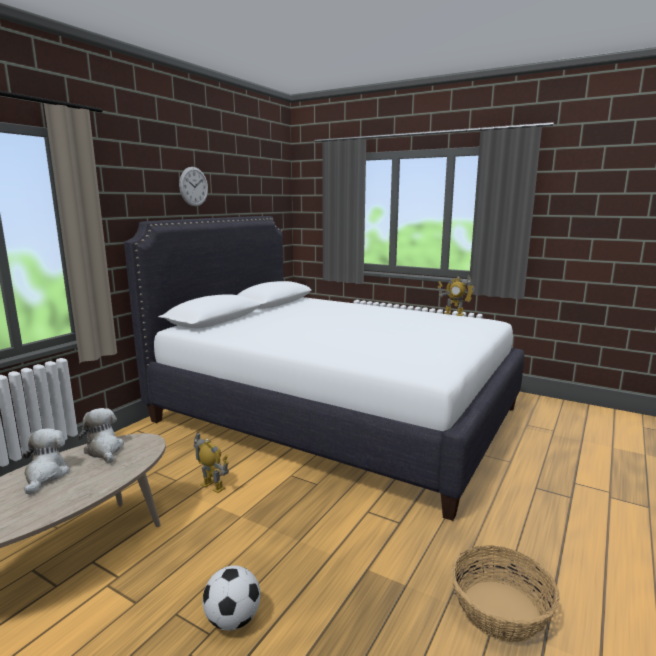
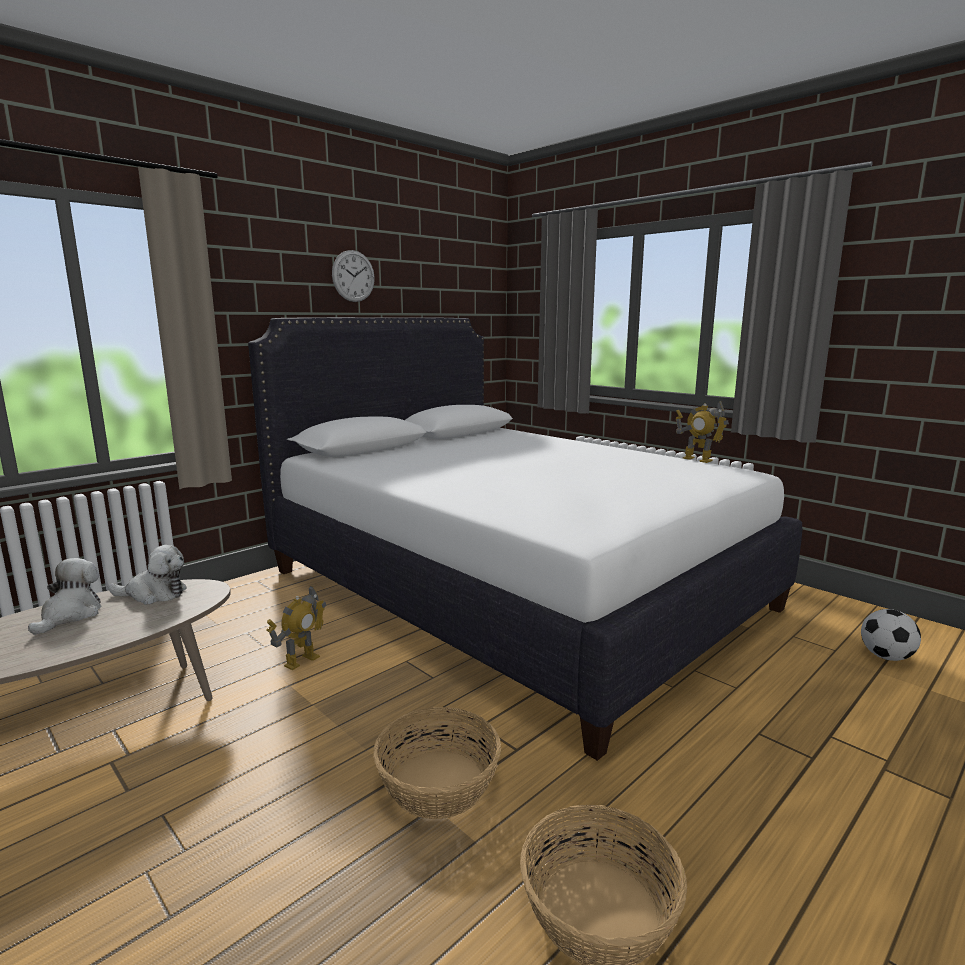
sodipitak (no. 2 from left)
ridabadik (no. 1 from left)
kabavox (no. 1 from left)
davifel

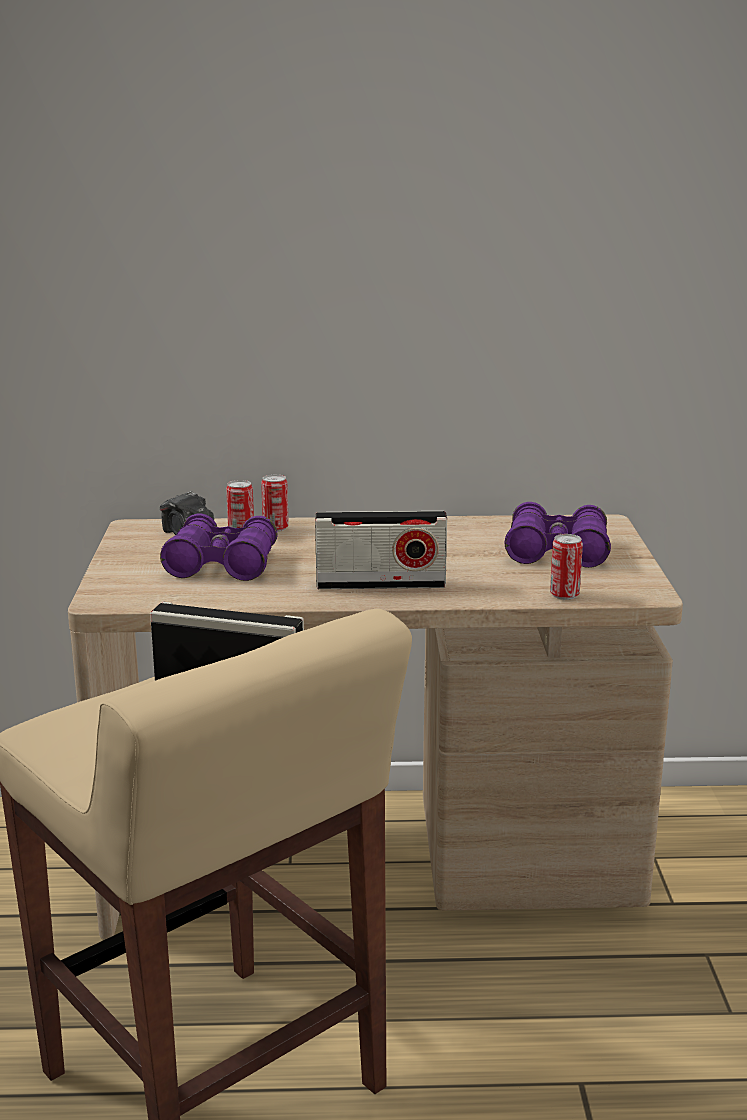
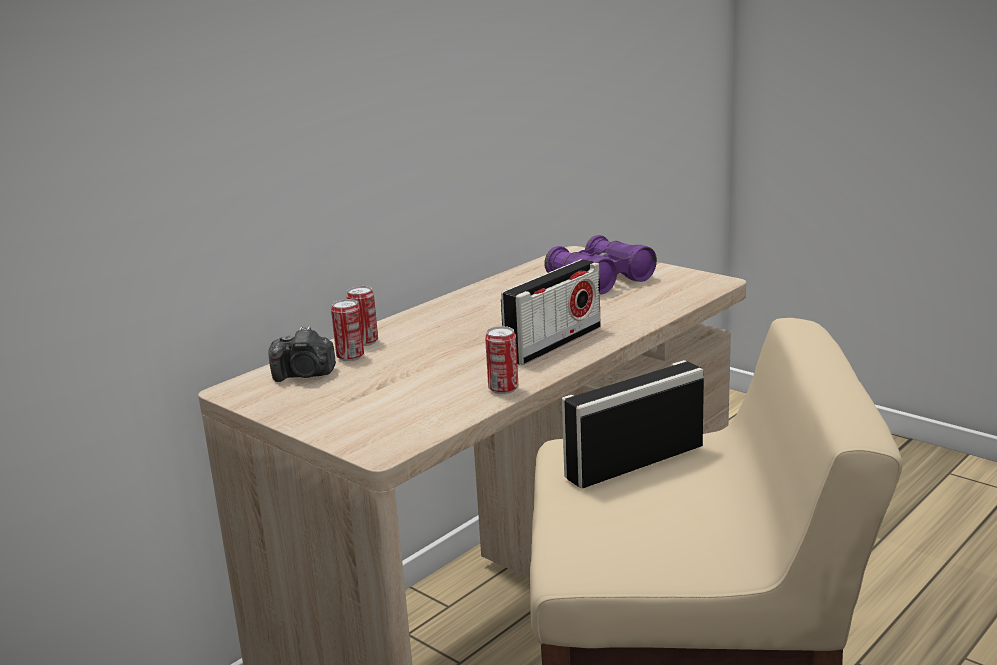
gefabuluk (no. 3 from left)
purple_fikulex (no. 1 from left in the first image)

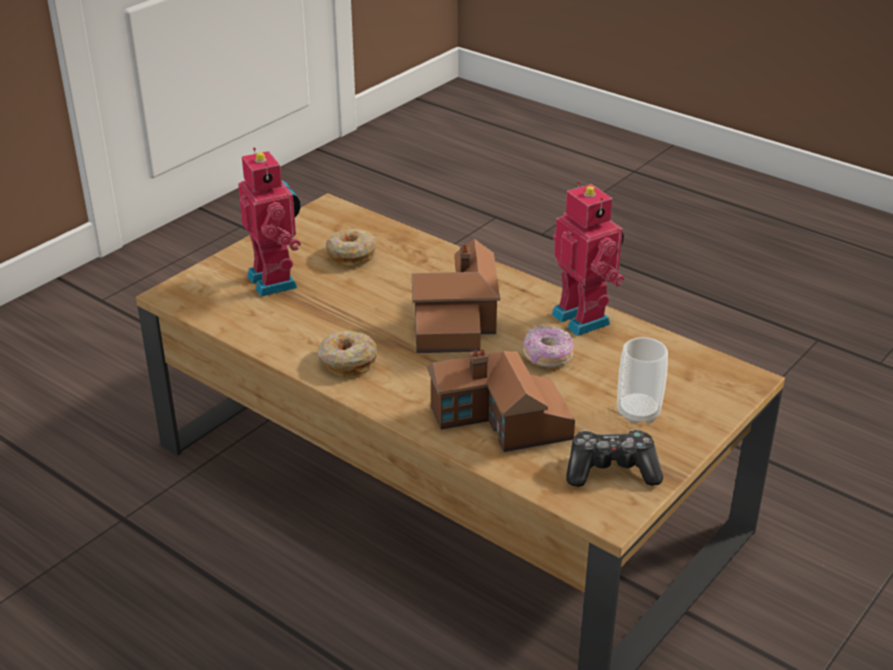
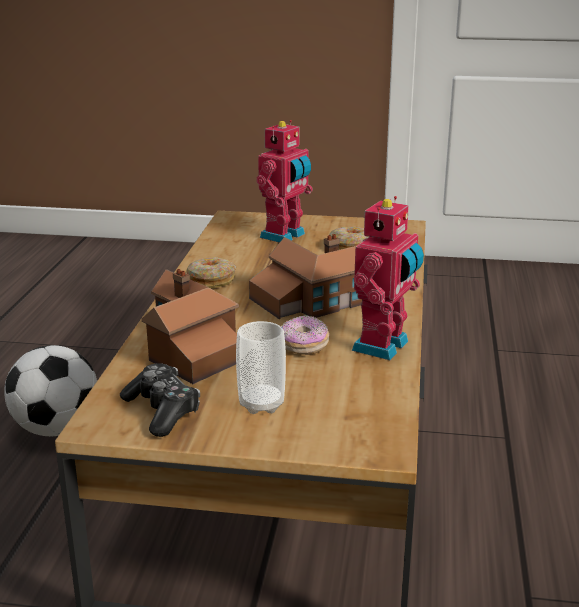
davifel

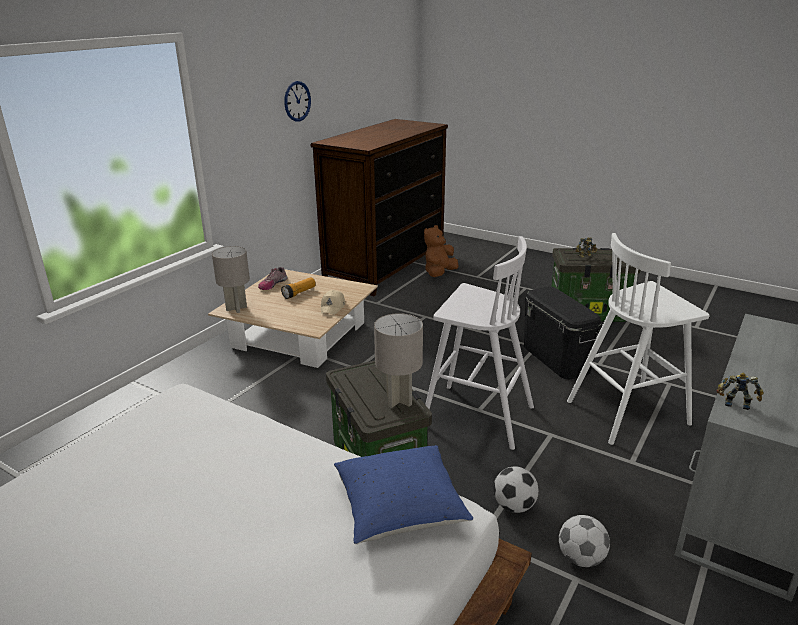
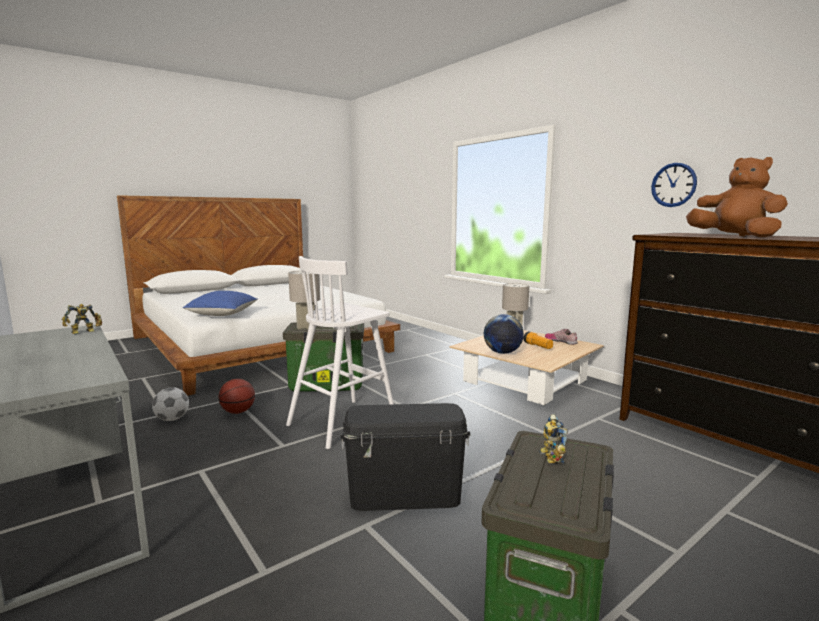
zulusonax
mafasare
brown_sodipitak
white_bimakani (no. 2 from left in the first image)

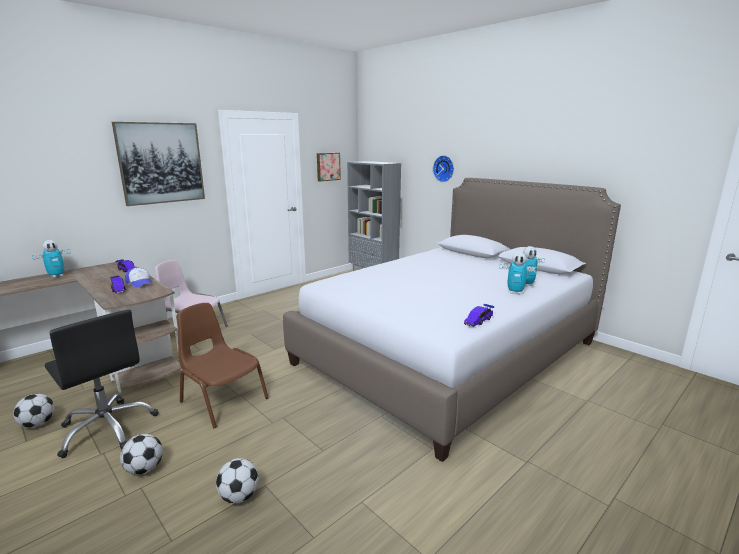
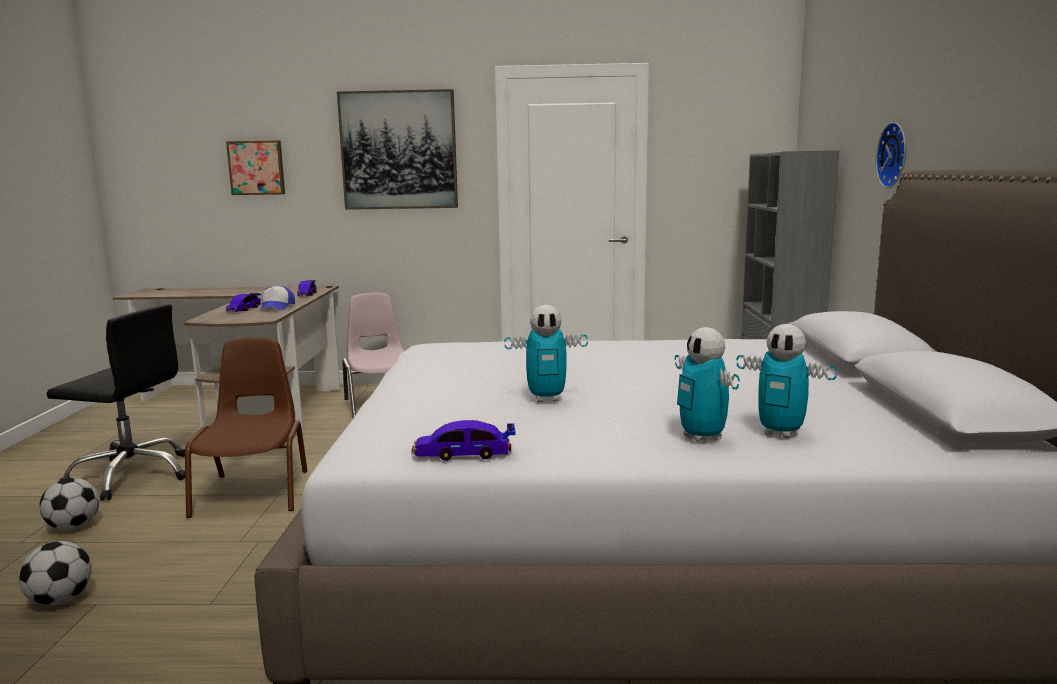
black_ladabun
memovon (no. 1 from left)
ridabadik (no. 1 from left)
davifel (no. 1 from left in the first image)

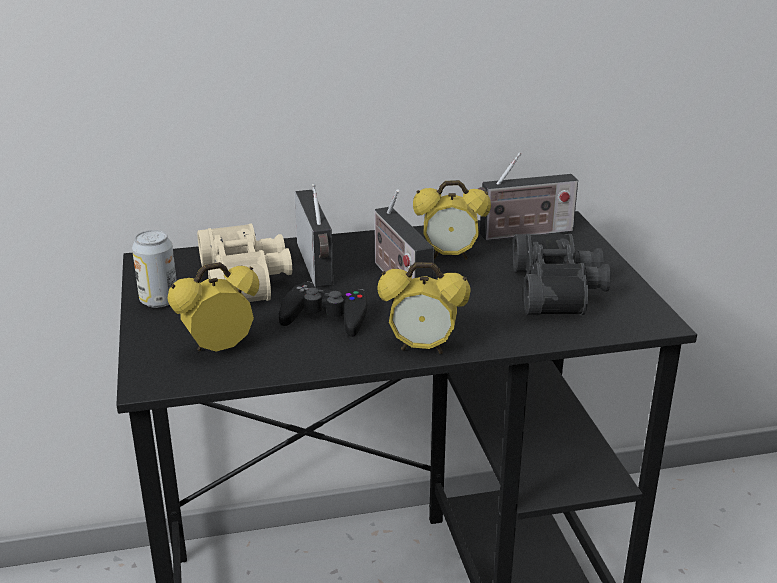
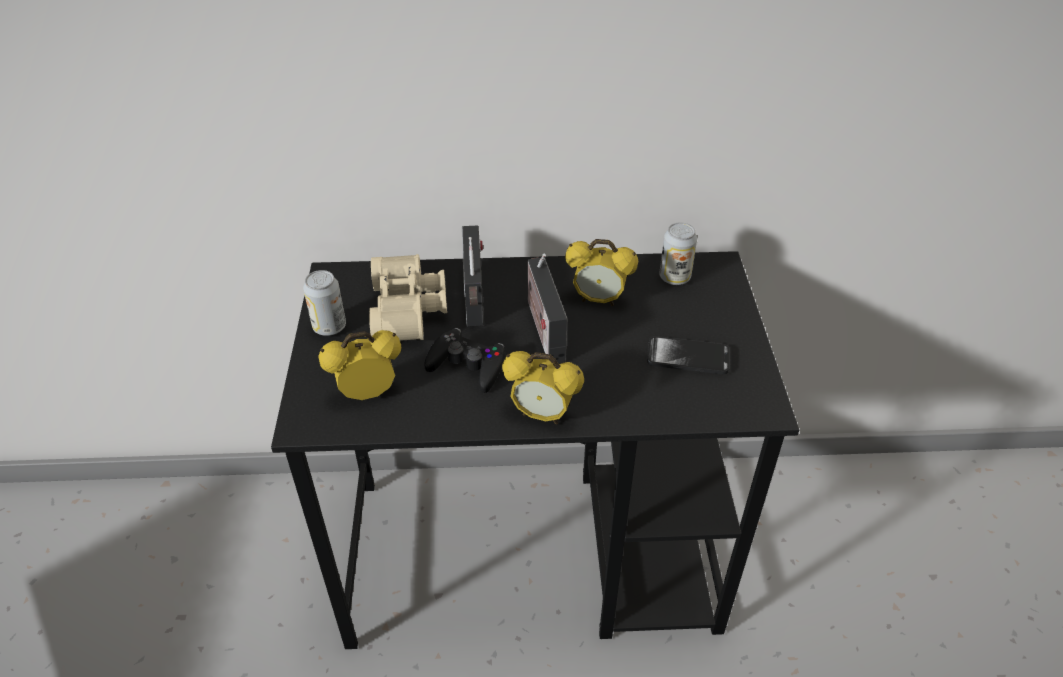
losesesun
gefabuluk (no. 2 from left)

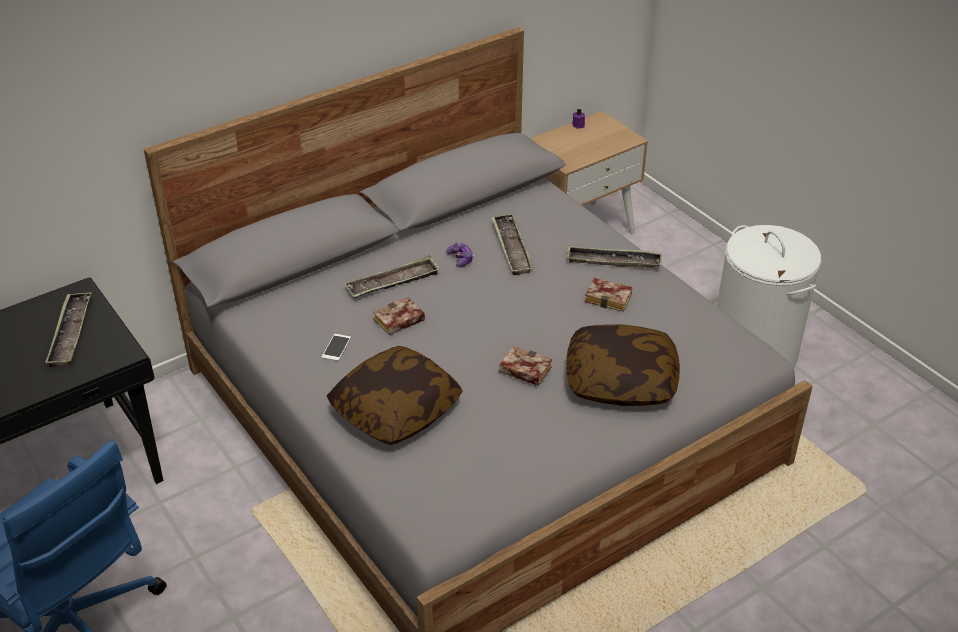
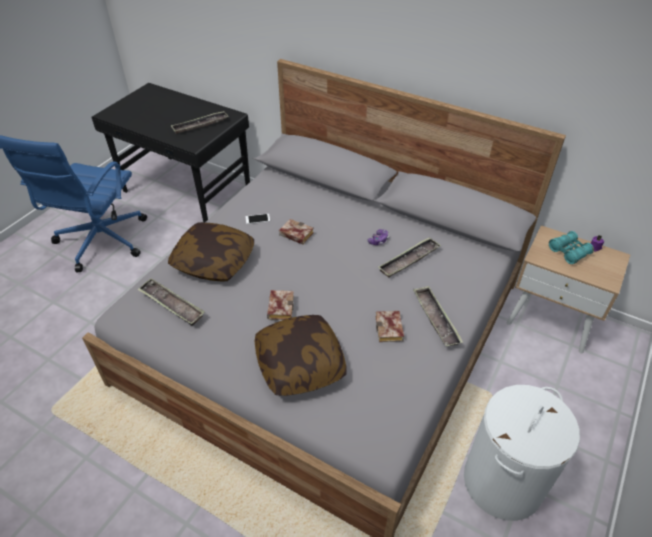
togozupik (no. 1 from left)
turquoise_fikulex

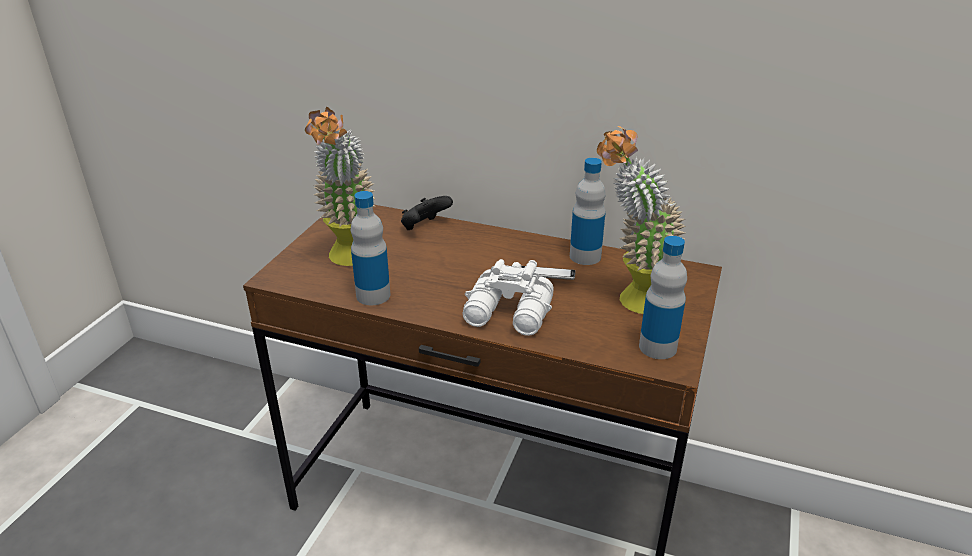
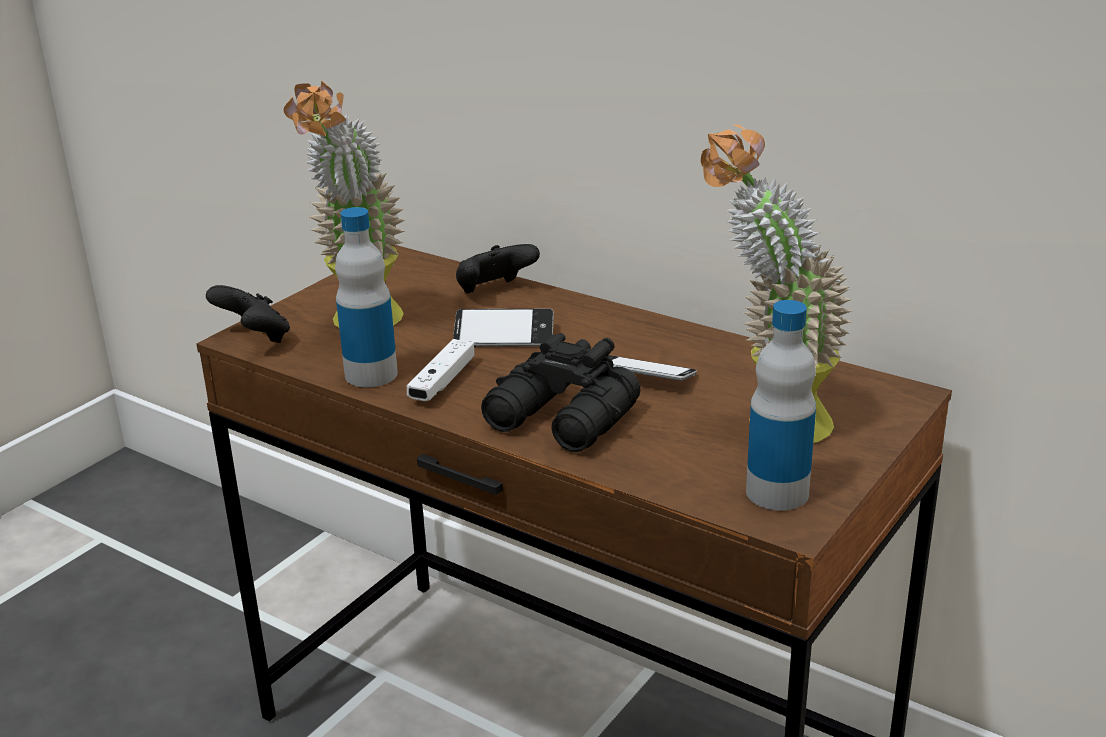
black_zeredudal (no. 1 from left)
white_zeredudal
losesesun (no. 1 from left)
black_fikulex
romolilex (no. 2 from left in the first image)

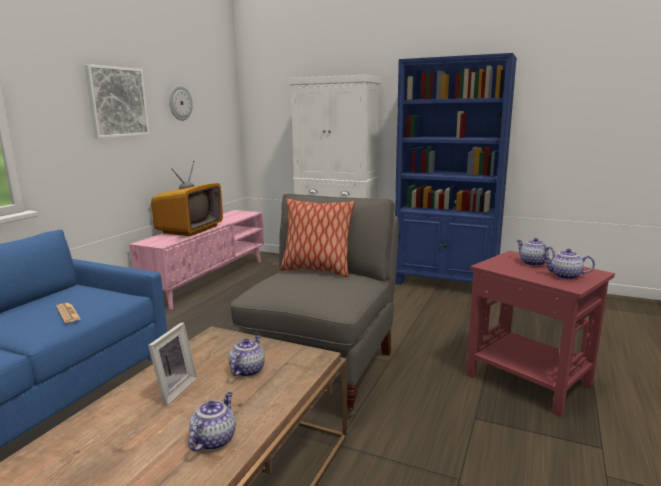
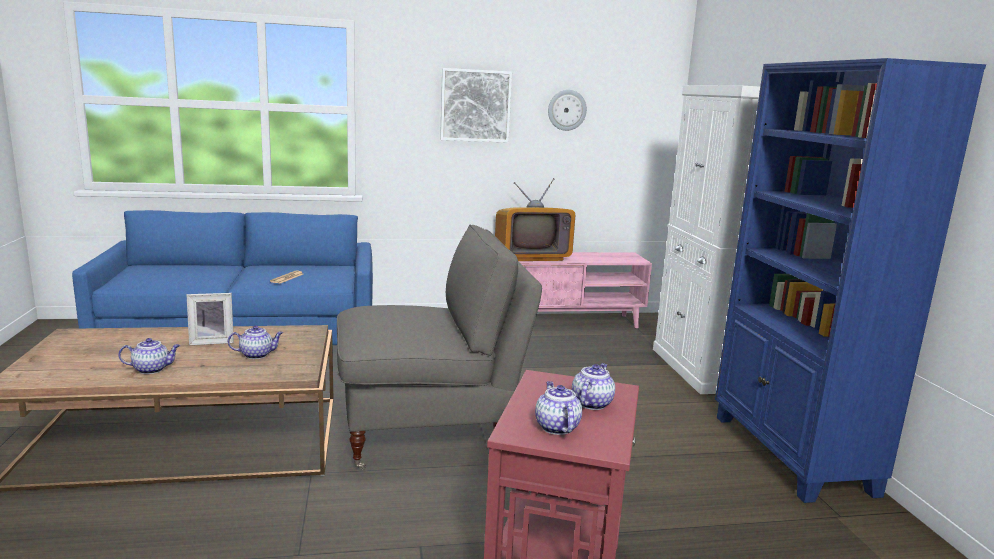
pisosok

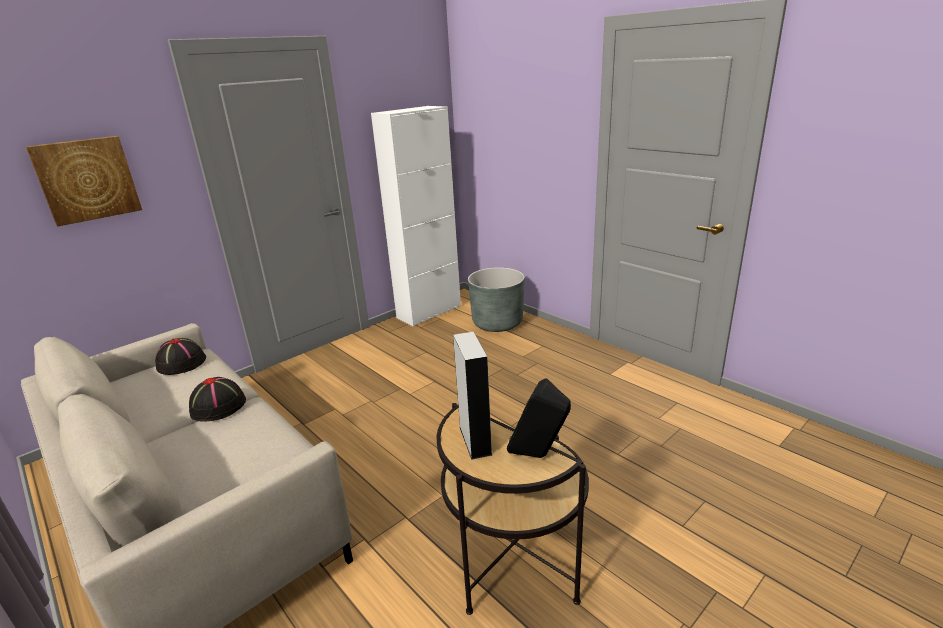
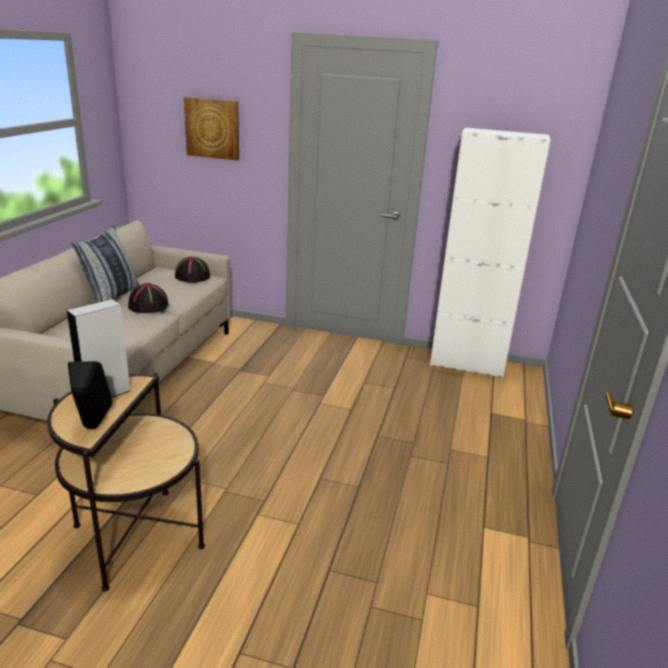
pisosok
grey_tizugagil

